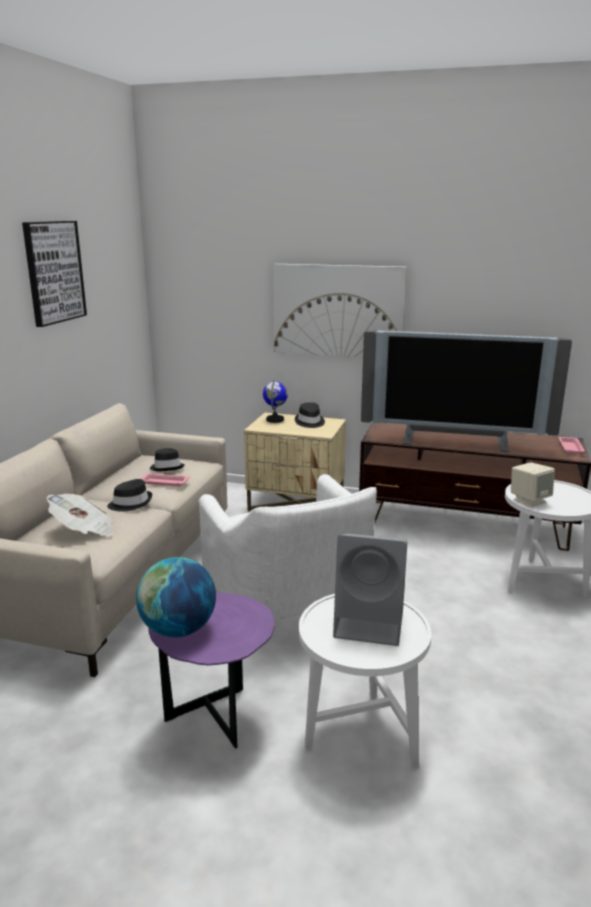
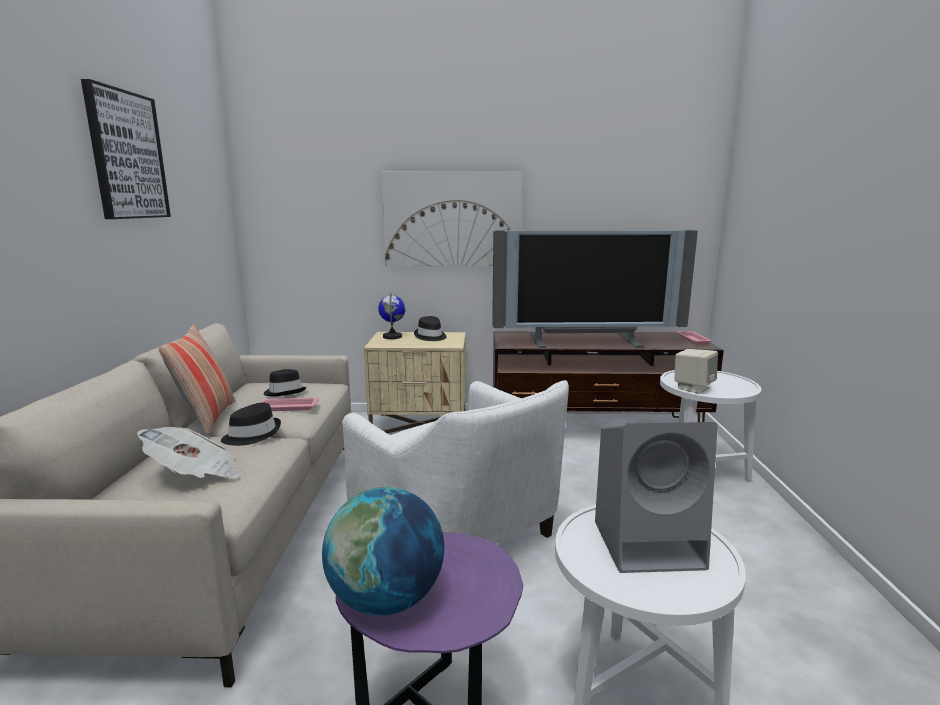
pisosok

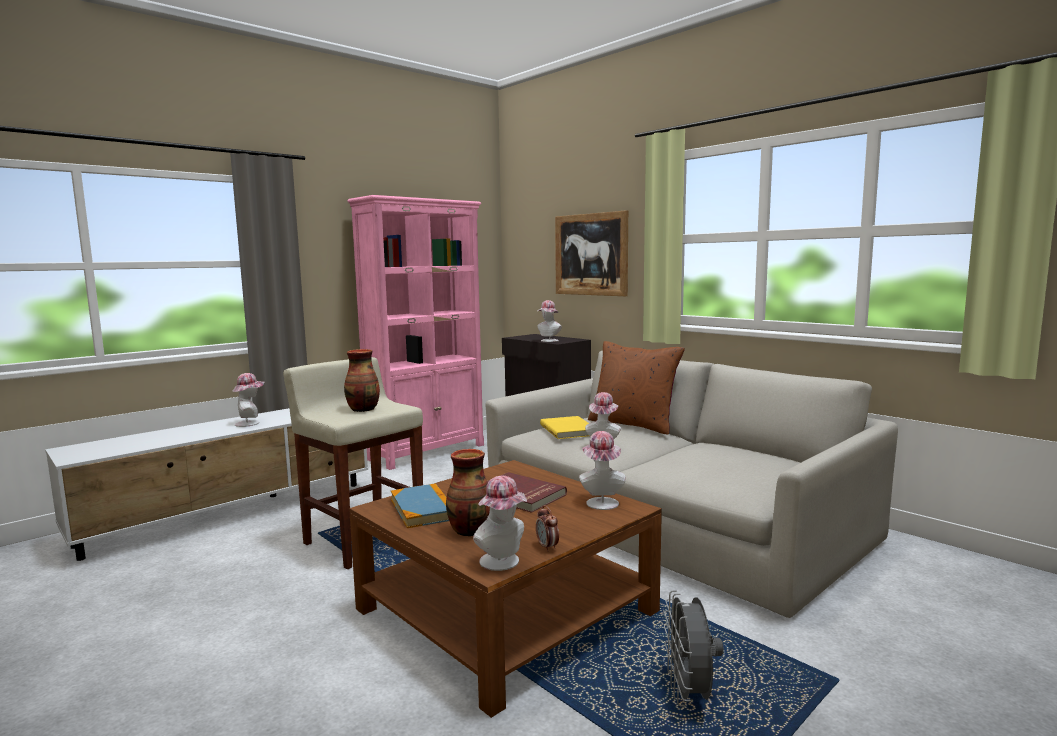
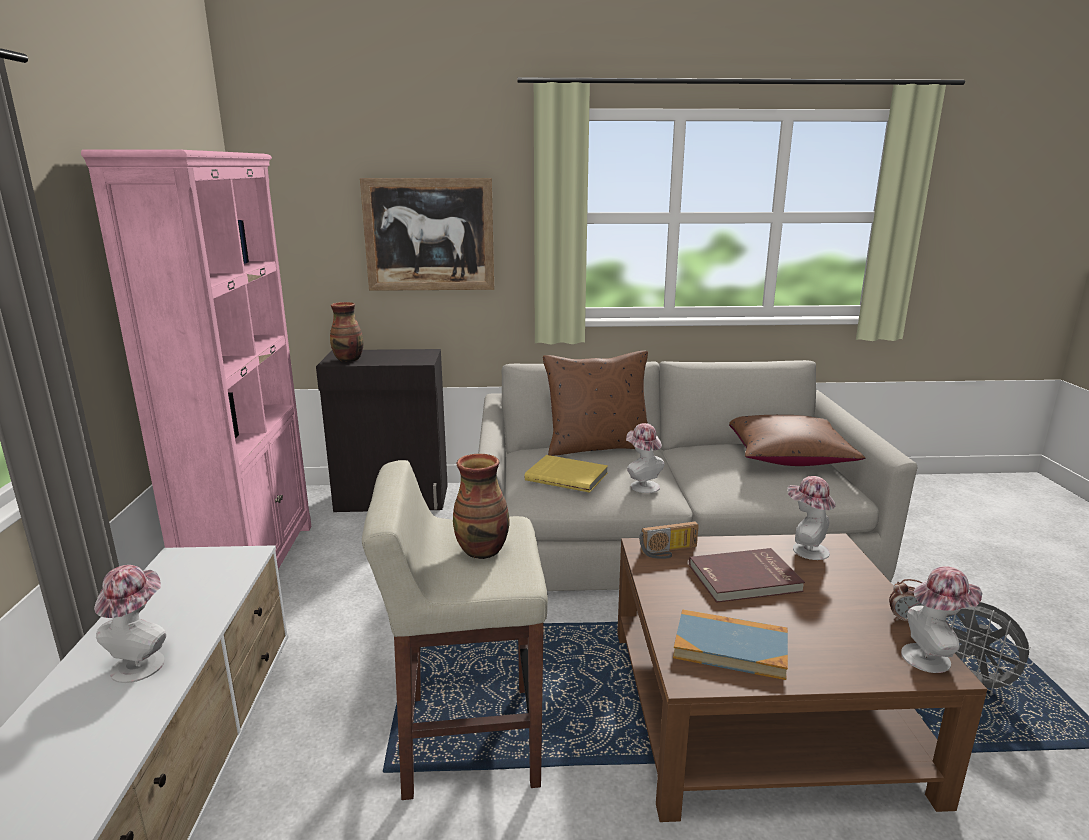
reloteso (no. 1 from left)
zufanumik
brown_pisosok (no. 2 from left)
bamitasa (no. 3 from left in the first image)

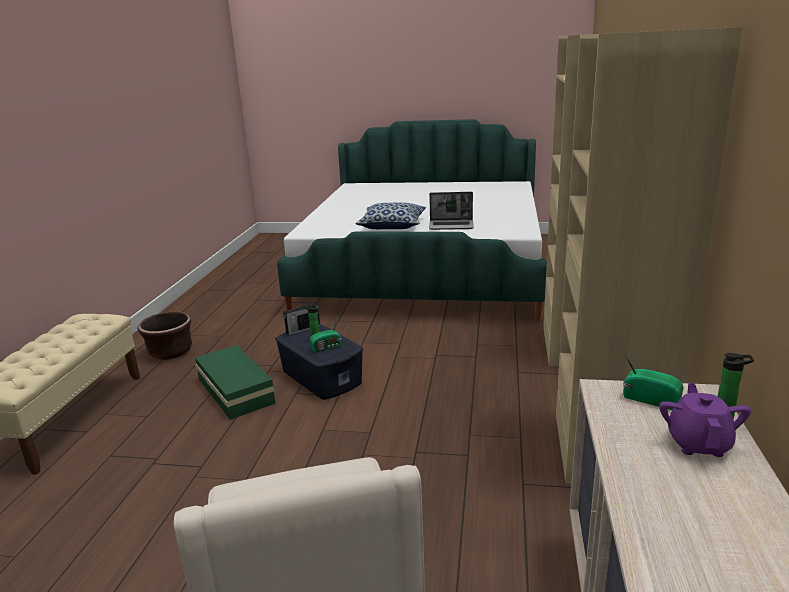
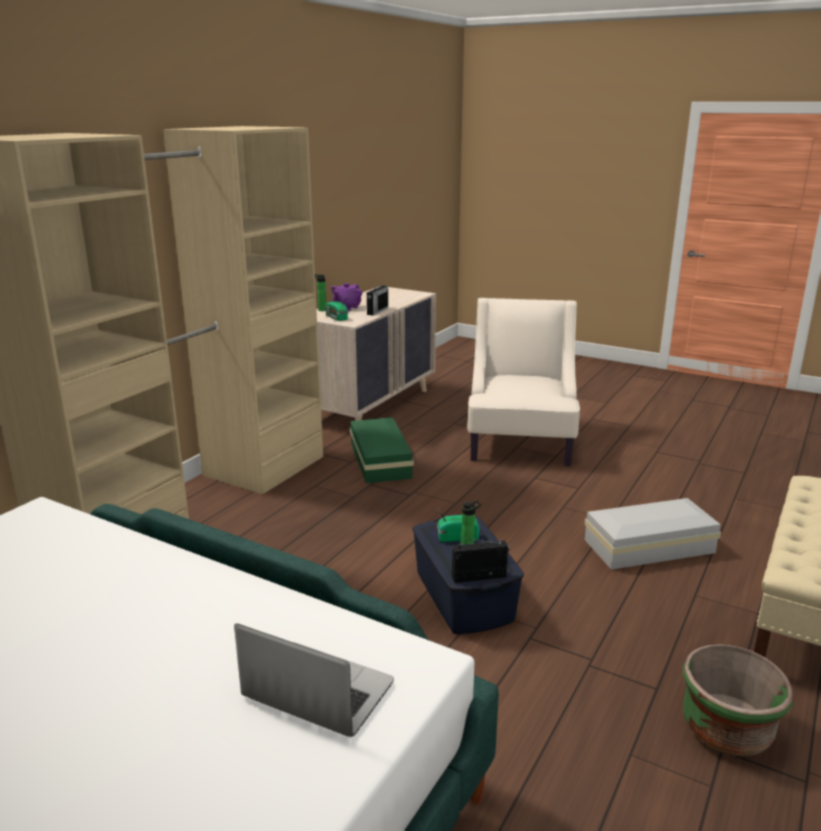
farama
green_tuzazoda
zufanumik (no. 2 from left)
white_tuzazoda
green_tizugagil
pisosok

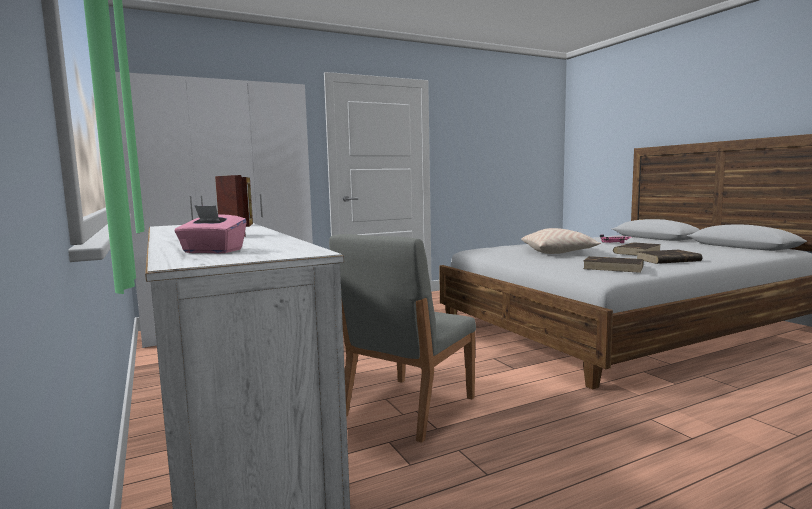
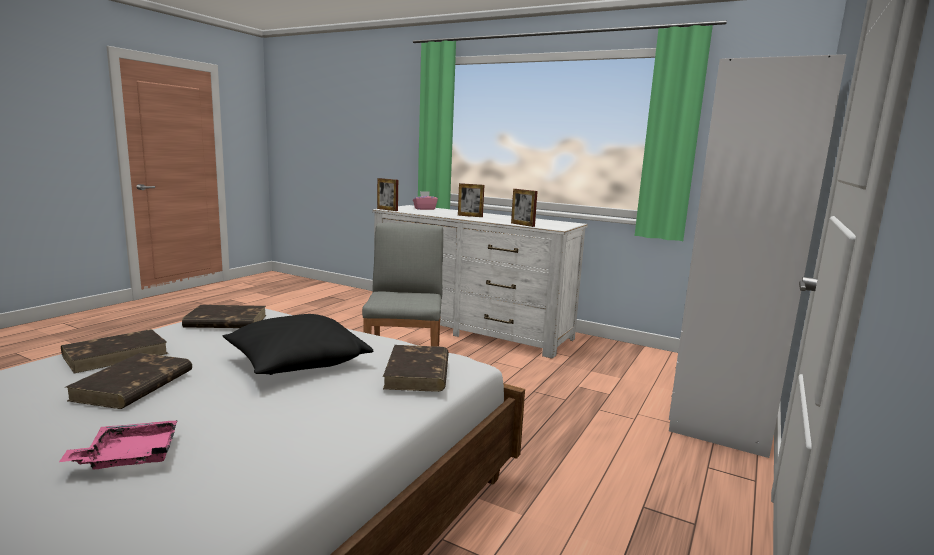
black_pisosok
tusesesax (no. 1 from left)
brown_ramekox (no. 4 from left)

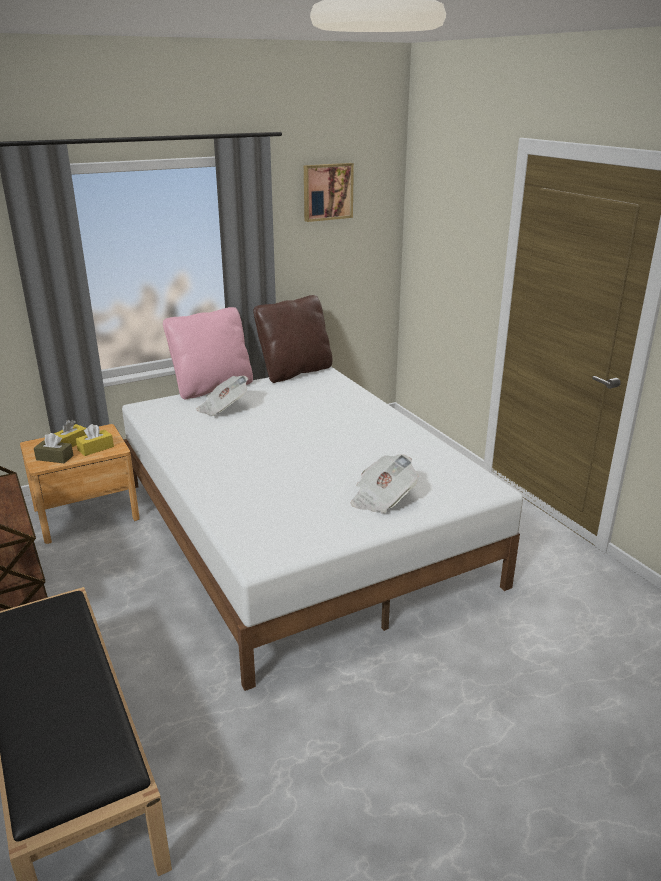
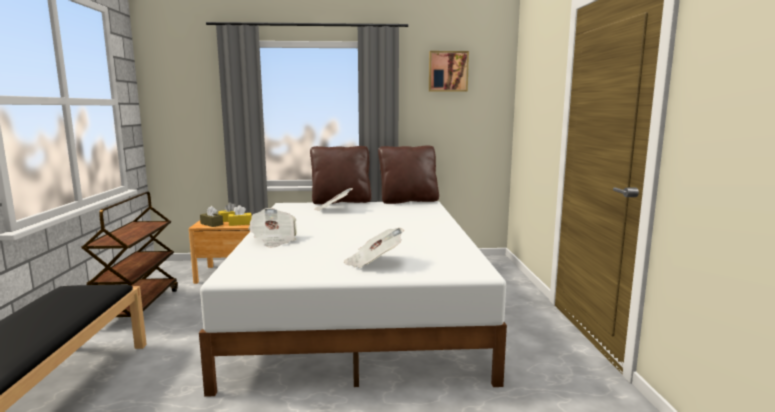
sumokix (no. 1 from left)
brown_pisosok (no. 1 from left)

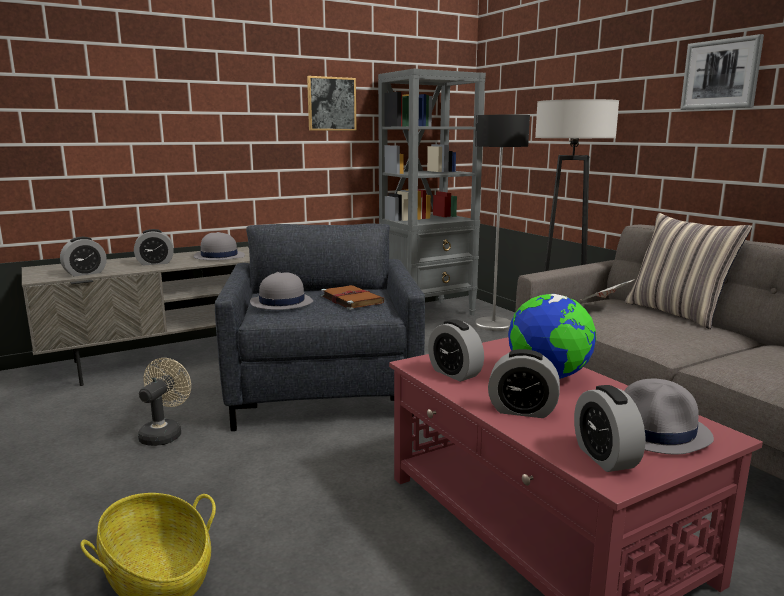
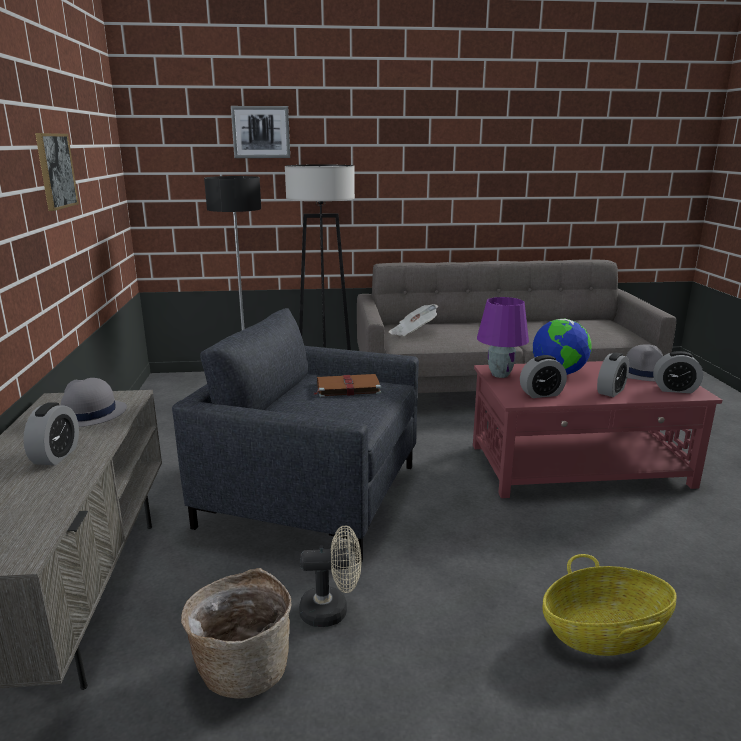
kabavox (no. 1 from left)
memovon (no. 2 from left)
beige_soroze
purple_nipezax
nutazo (no. 1 from left in the first image)
grey_bamitasa (no. 2 from left in the first image)
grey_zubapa
pisosok

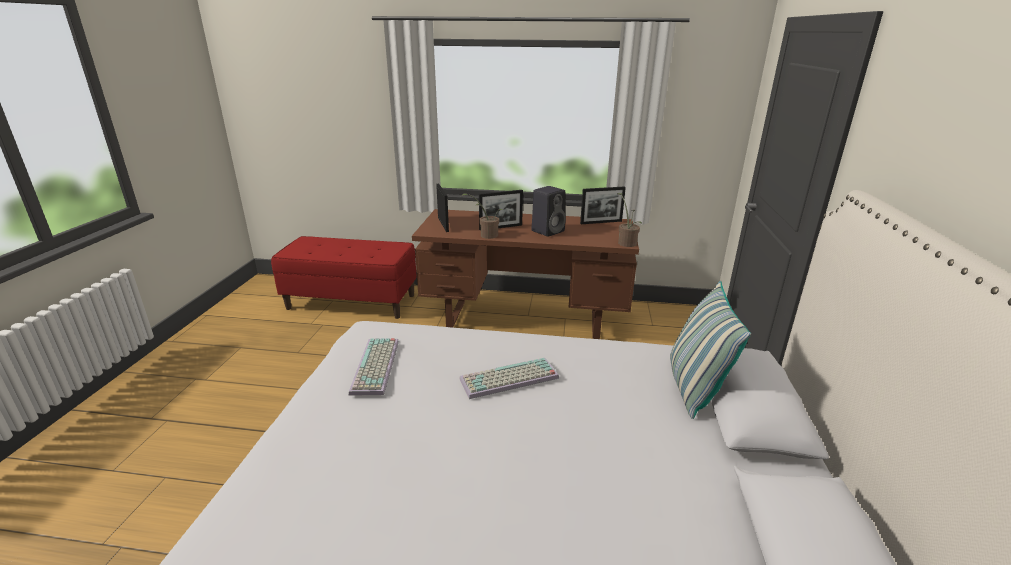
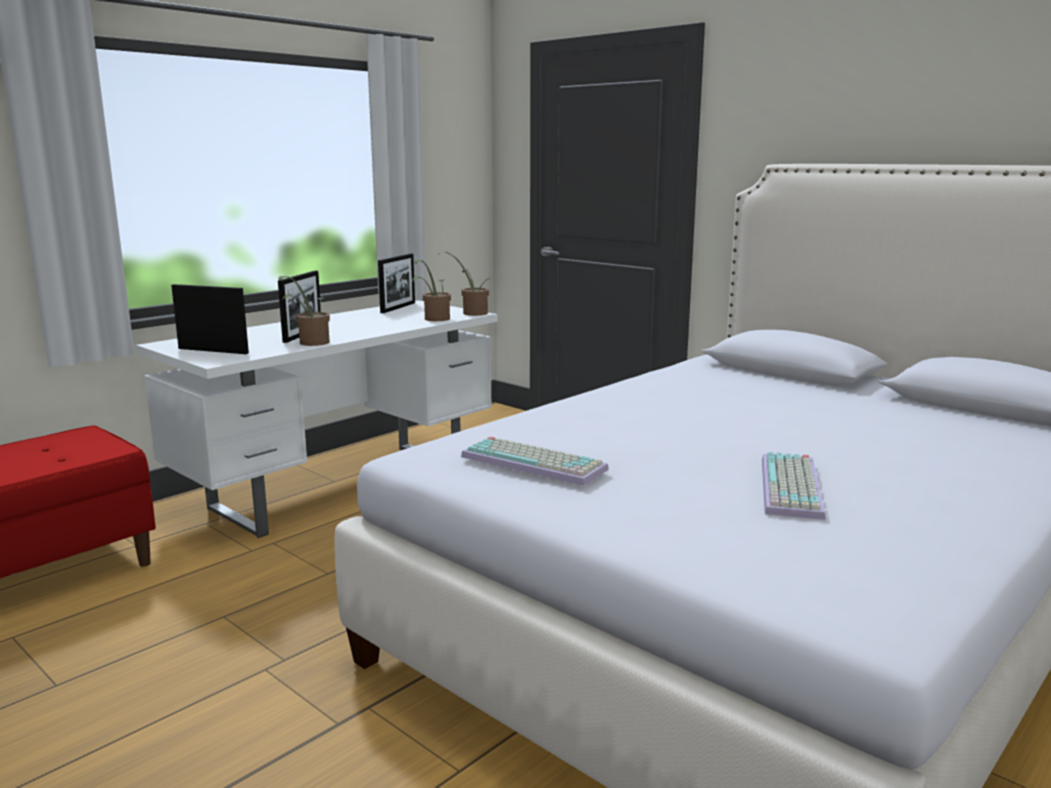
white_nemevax
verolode (no. 2 from left)
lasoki (no. 2 from left)
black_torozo
pisosok

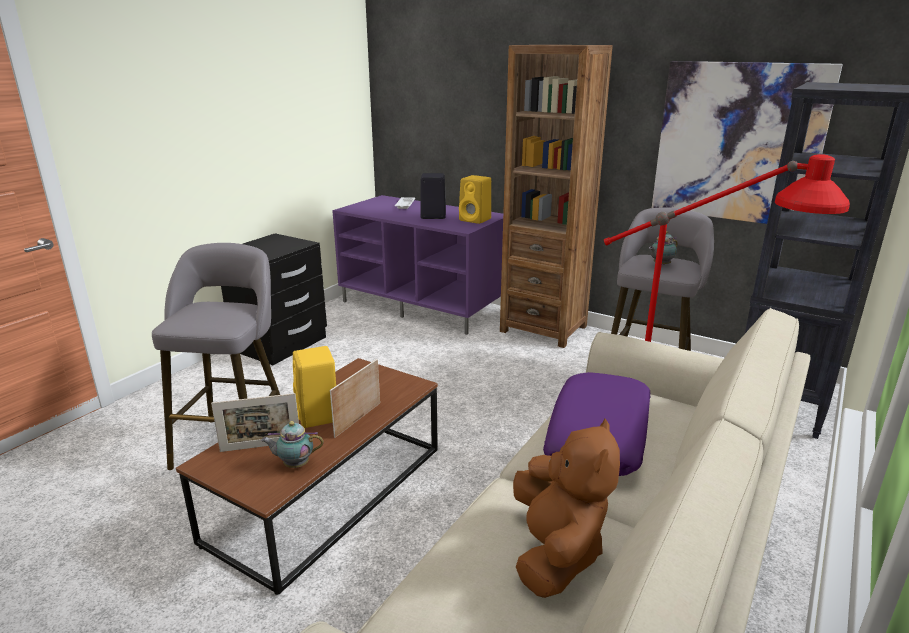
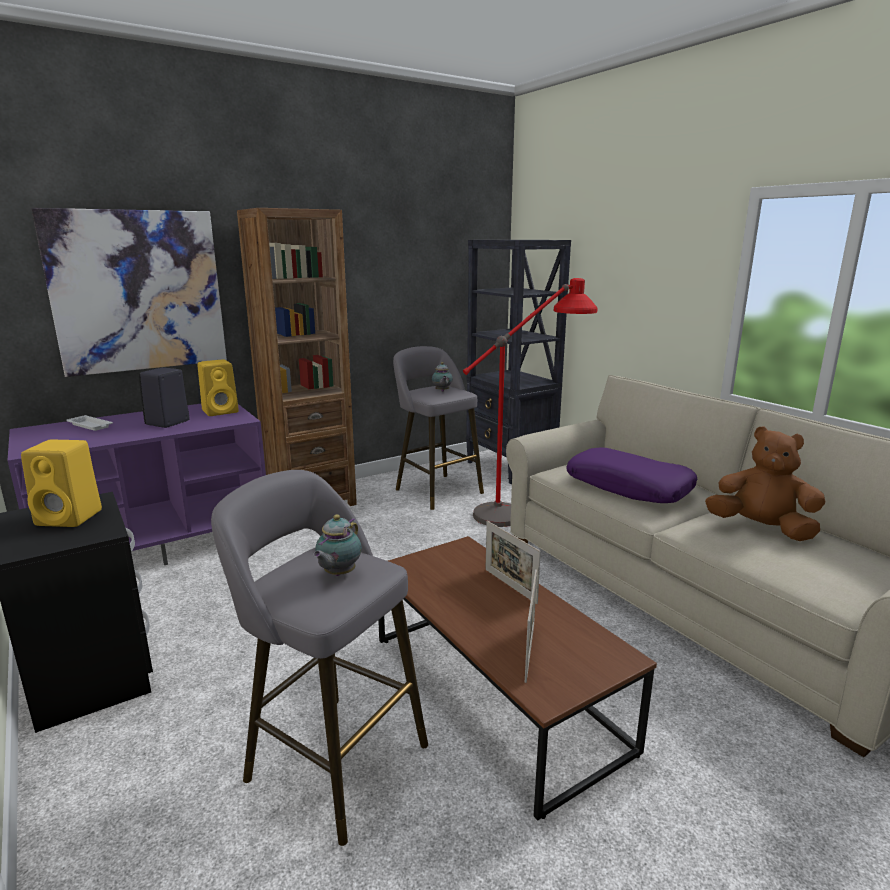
yellow_torozo (no. 1 from left)
memovon
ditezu (no. 1 from left)

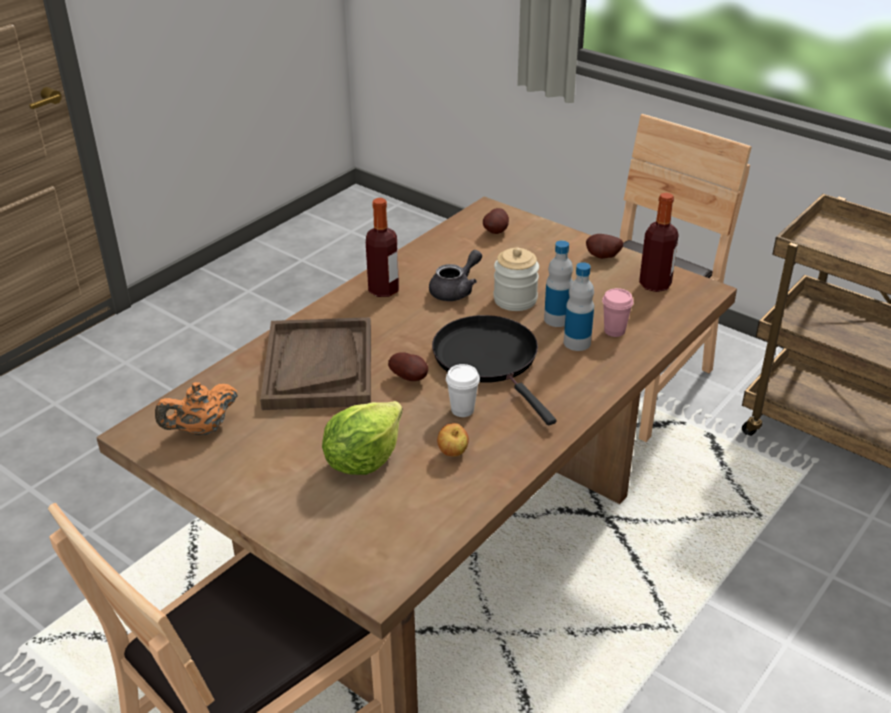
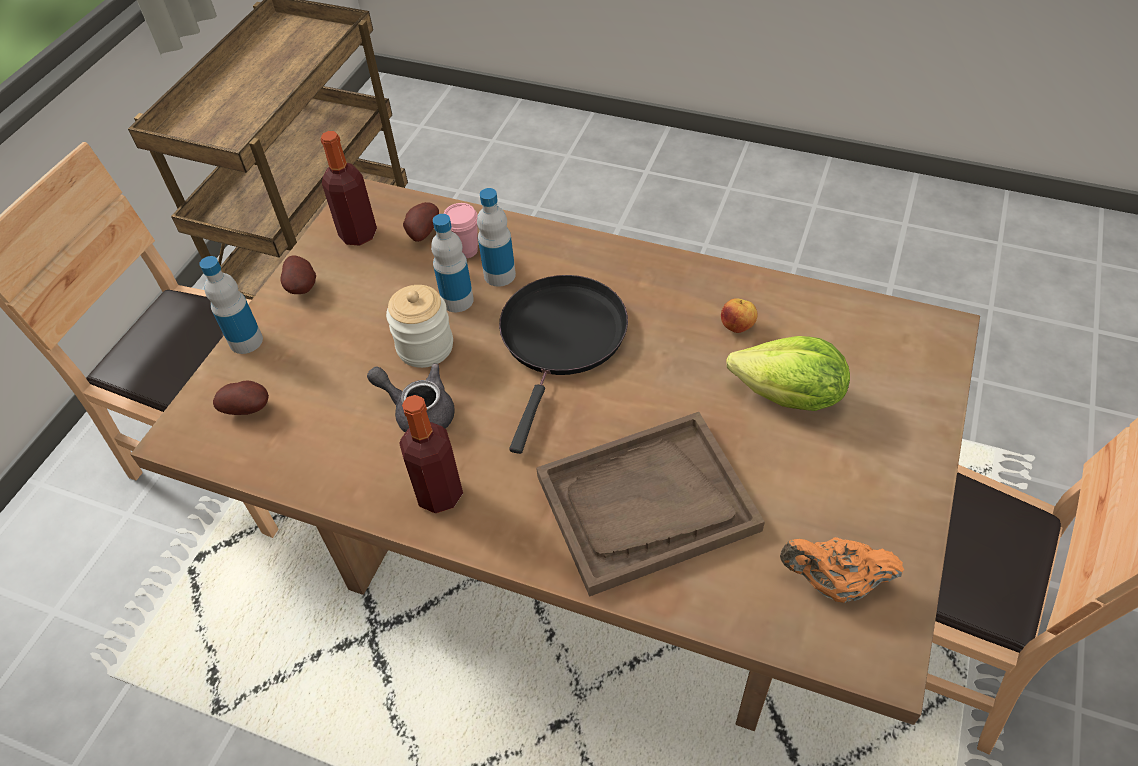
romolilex (no. 1 from left)
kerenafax (no. 3 from left)
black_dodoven
orange_ditezu
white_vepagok

